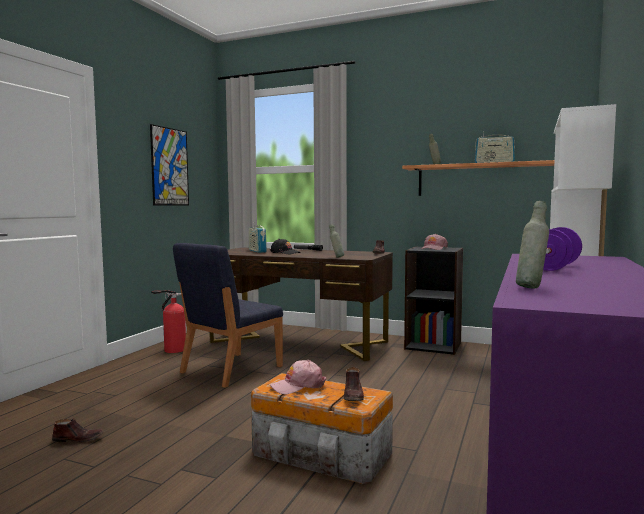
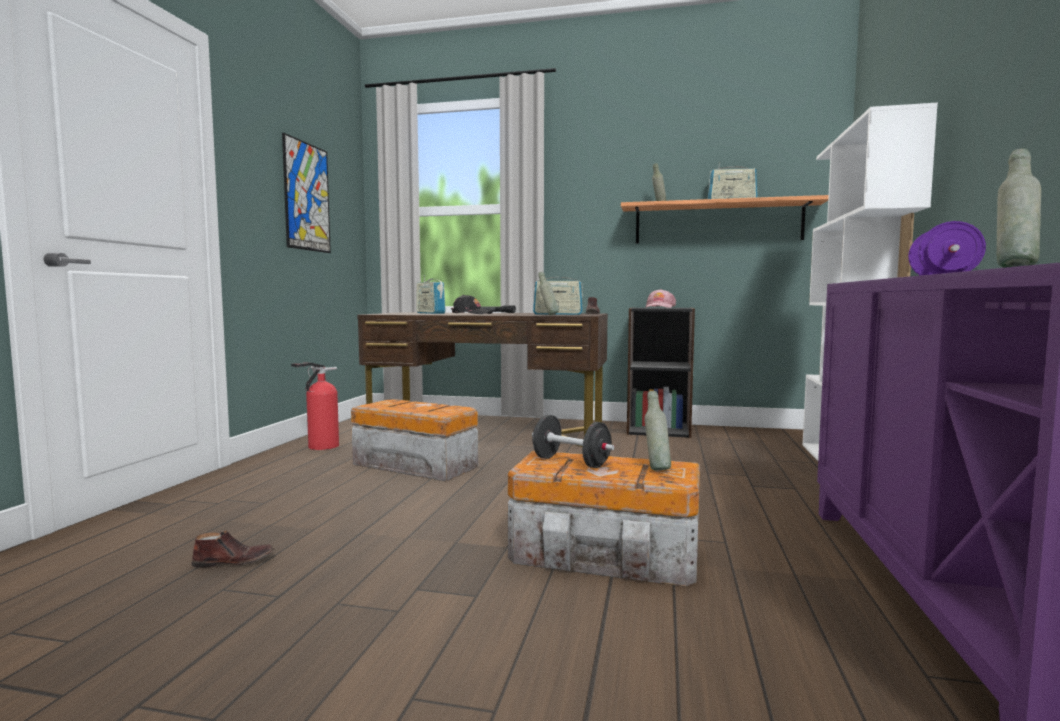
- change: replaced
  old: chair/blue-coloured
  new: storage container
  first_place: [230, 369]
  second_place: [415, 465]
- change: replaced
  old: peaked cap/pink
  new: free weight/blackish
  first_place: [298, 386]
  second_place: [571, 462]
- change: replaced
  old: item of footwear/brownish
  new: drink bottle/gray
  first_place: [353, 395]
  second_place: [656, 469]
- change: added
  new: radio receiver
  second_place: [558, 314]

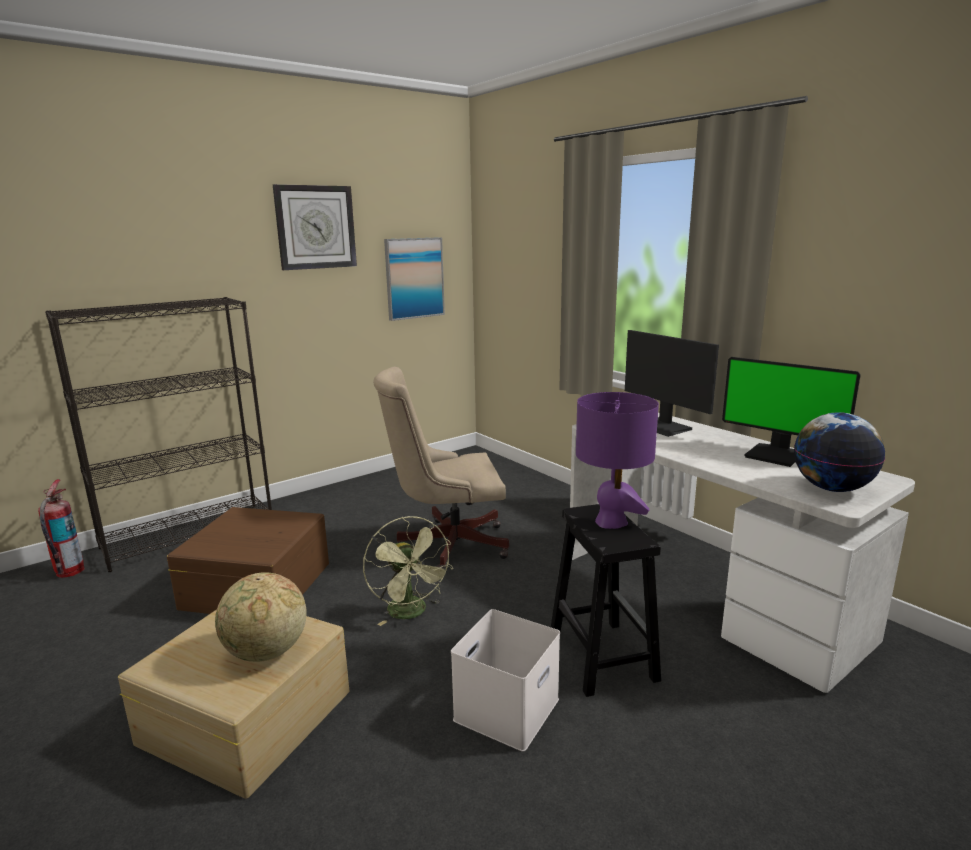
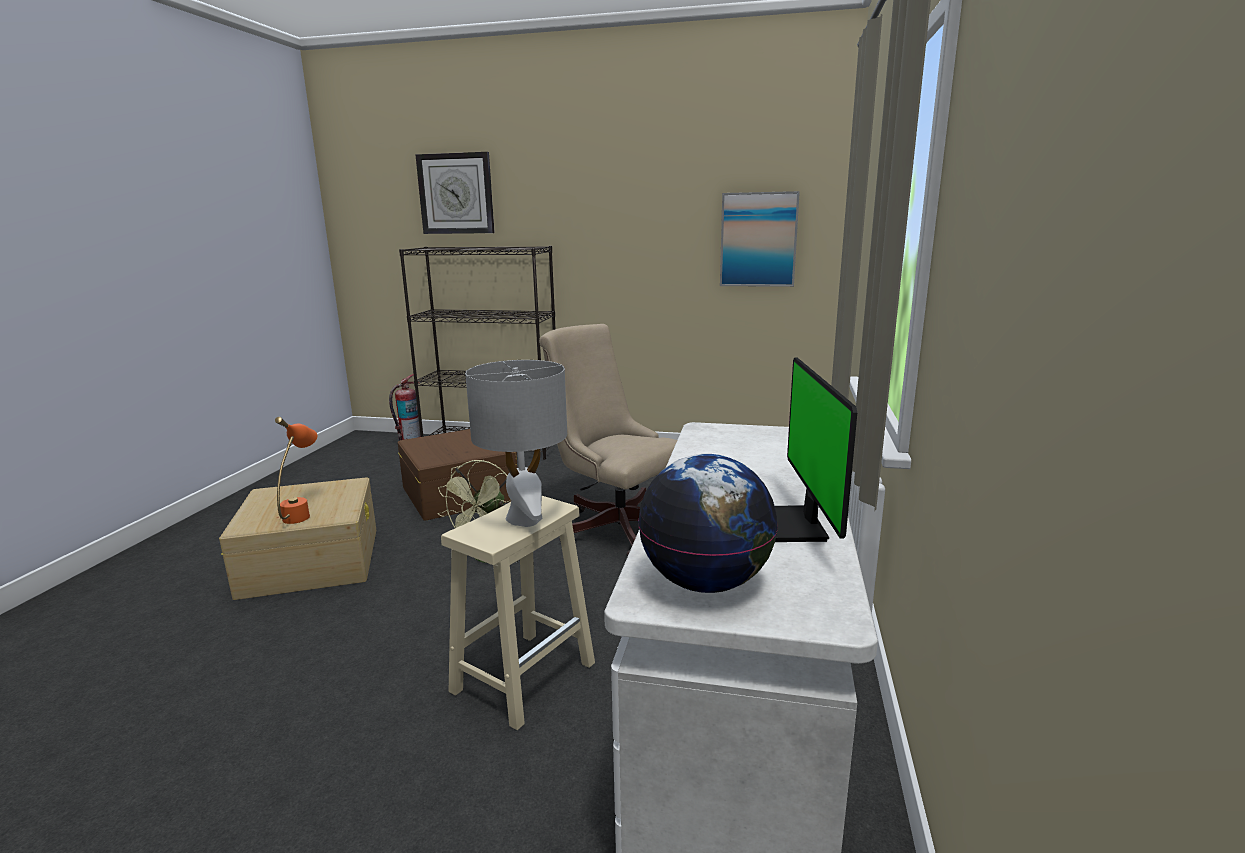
- change: moved
  old: wall clock
  first_place: [315, 227]
  second_place: [456, 194]
- change: removed
  old: computer display
  first_place: [659, 425]
- change: recoloured
  old: table lamp/purple-coloured
  new: table lamp/gray
  first_place: [611, 522]
  second_place: [525, 518]
- change: recoloured
  old: stool seat/blackish
  new: stool seat/sand-coloured
  first_place: [600, 656]
  second_place: [525, 676]
- change: replaced
  old: world globe
  new: table lamp/orange
  first_place: [266, 652]
  second_place: [302, 513]
- change: removed
  old: storage container/white
  first_place: [507, 711]

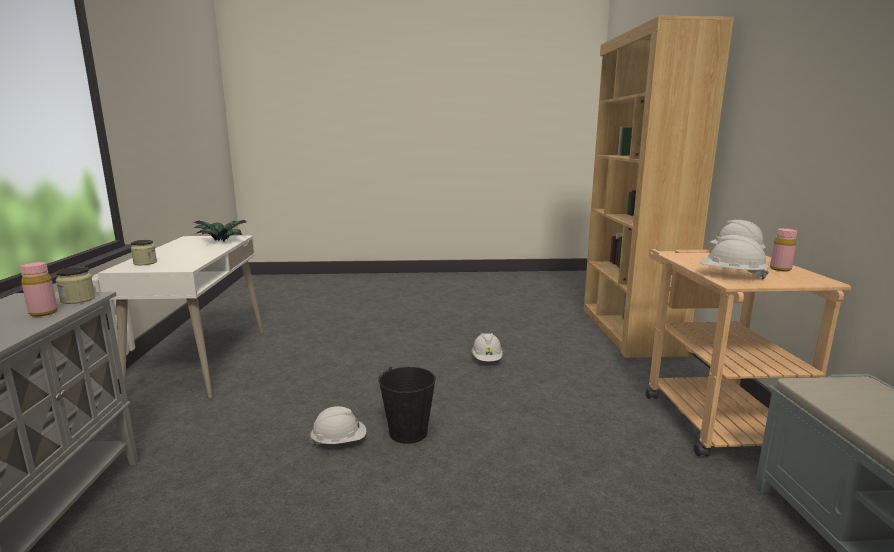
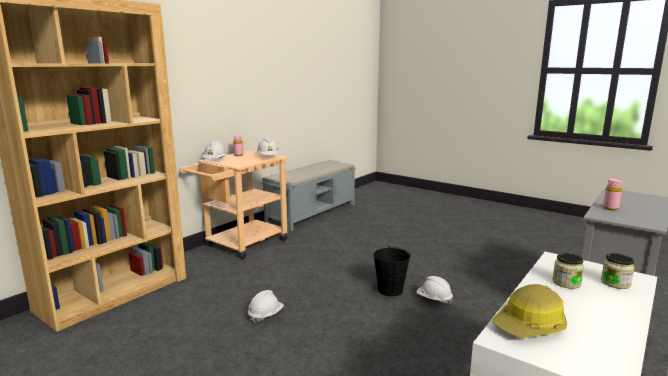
- change: replaced
  old: houseplant
  new: safety helmet
  first_place: [222, 241]
  second_place: [529, 326]
- change: moved
  old: preserve jar
  first_place: [78, 299]
  second_place: [566, 283]

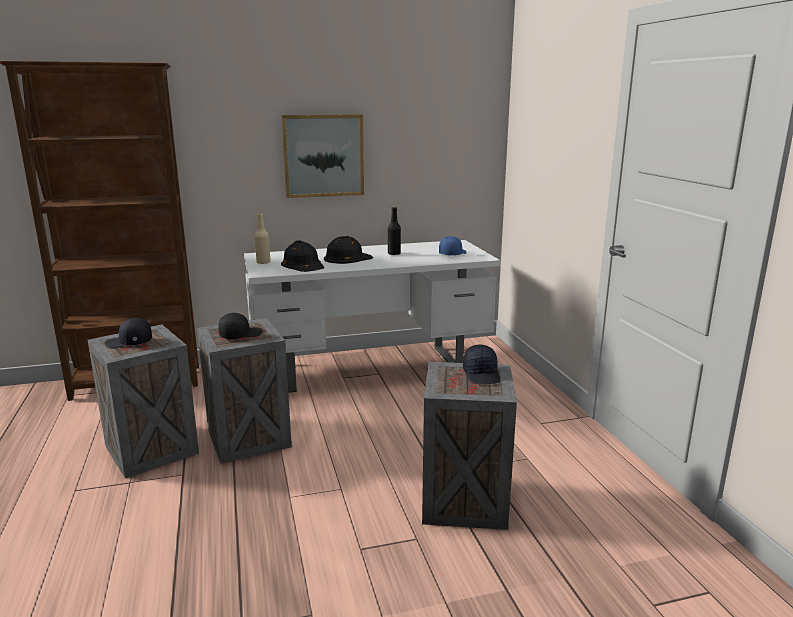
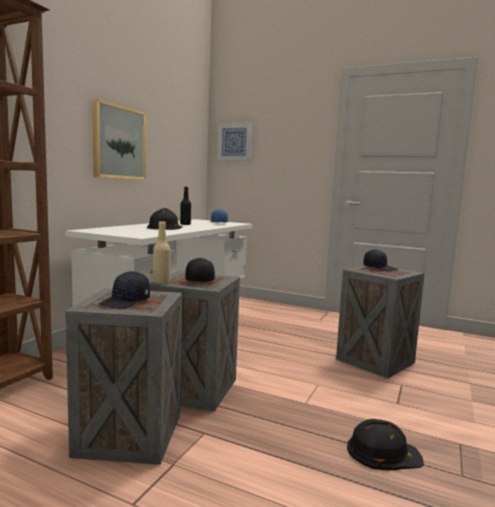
- change: moved
  old: drink bottle/sand-coloured
  first_place: [263, 262]
  second_place: [161, 282]
- change: moved
  old: safety helmet/blackish
  first_place: [303, 264]
  second_place: [383, 452]
- change: added
  new: picture
  second_place: [234, 142]

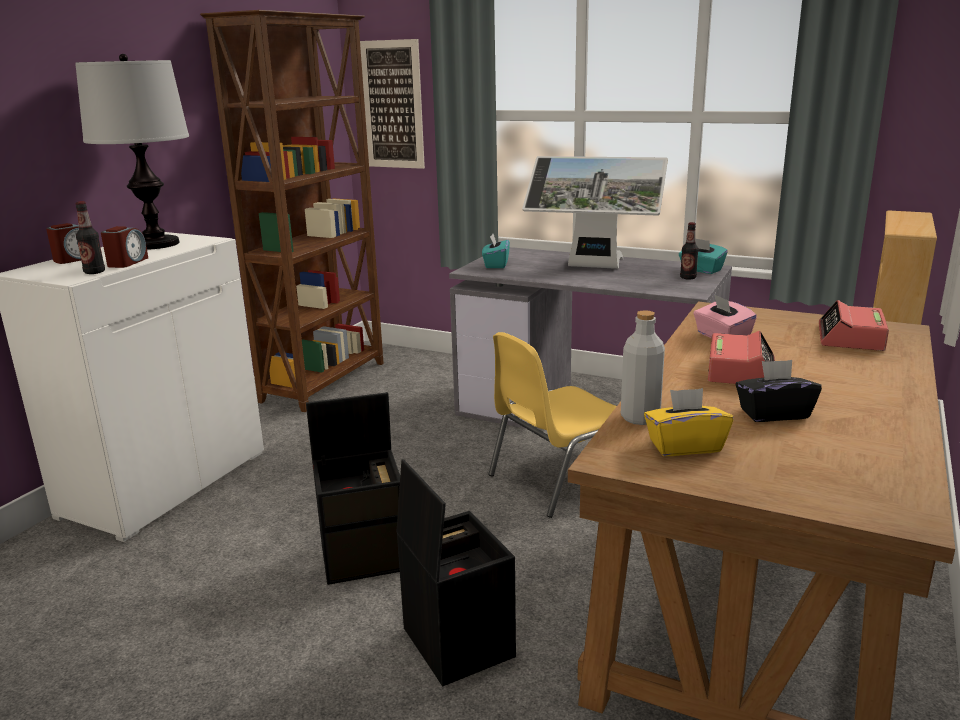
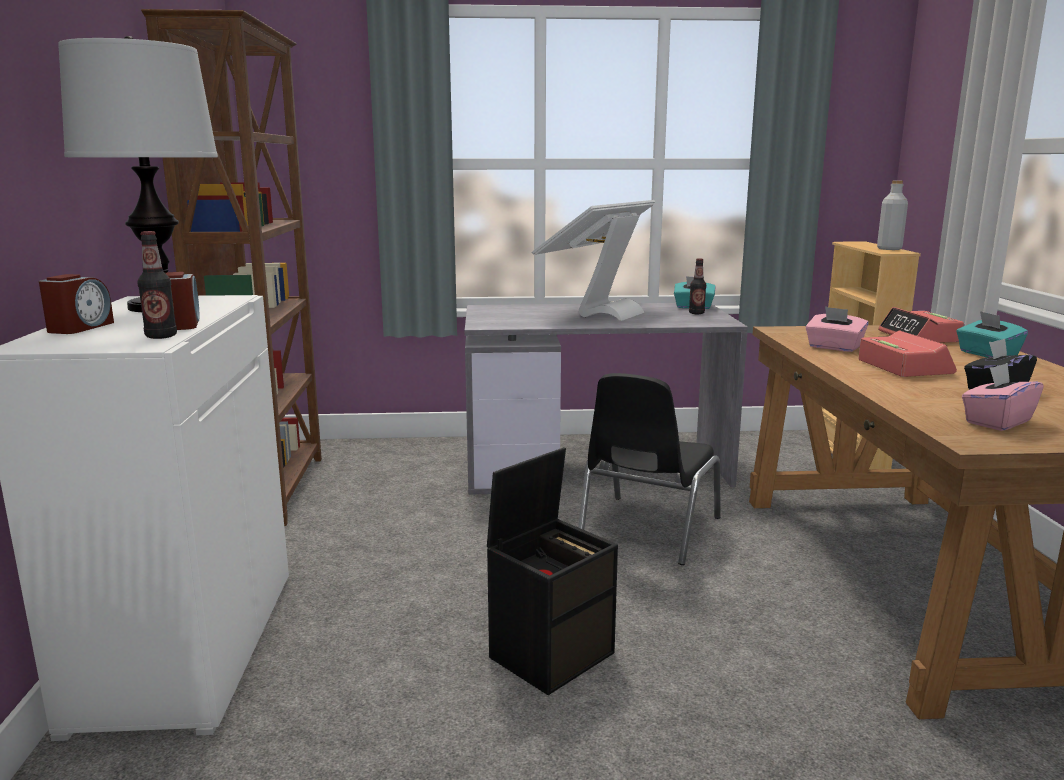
- change: removed
  old: picture
  first_place: [392, 105]
- change: turned
  old: computer display
  first_place: [593, 267]
  second_place: [596, 313]
  degrees: 135
- change: moved
  old: tissue holder/blue-green
  first_place: [496, 264]
  second_place: [987, 354]
- change: moved
  old: drink bottle/gray
  first_place: [640, 418]
  second_place: [889, 249]
- change: recoloured
  old: chair/yellowish
  new: chair/blackish
  first_place: [559, 479]
  second_place: [647, 530]
- change: recoloured
  old: tissue holder/yellowish
  new: tissue holder/pink
  first_place: [684, 446]
  second_place: [997, 422]
- change: removed
  old: storage container/blackish
  first_place: [455, 642]

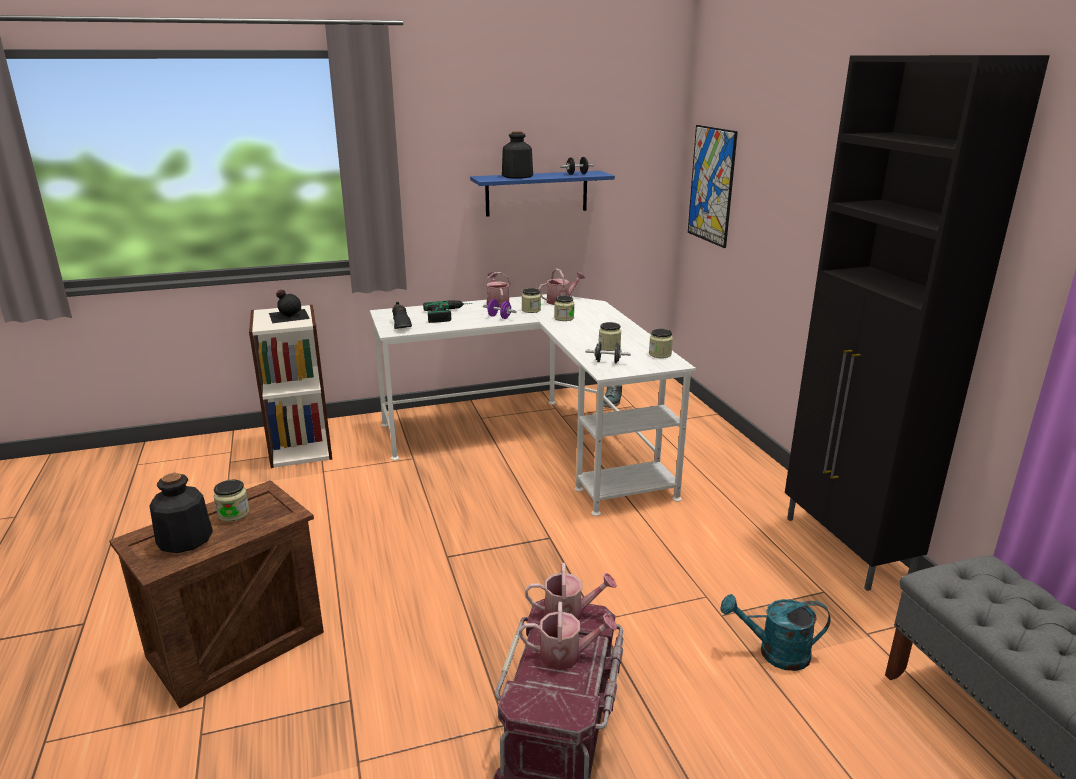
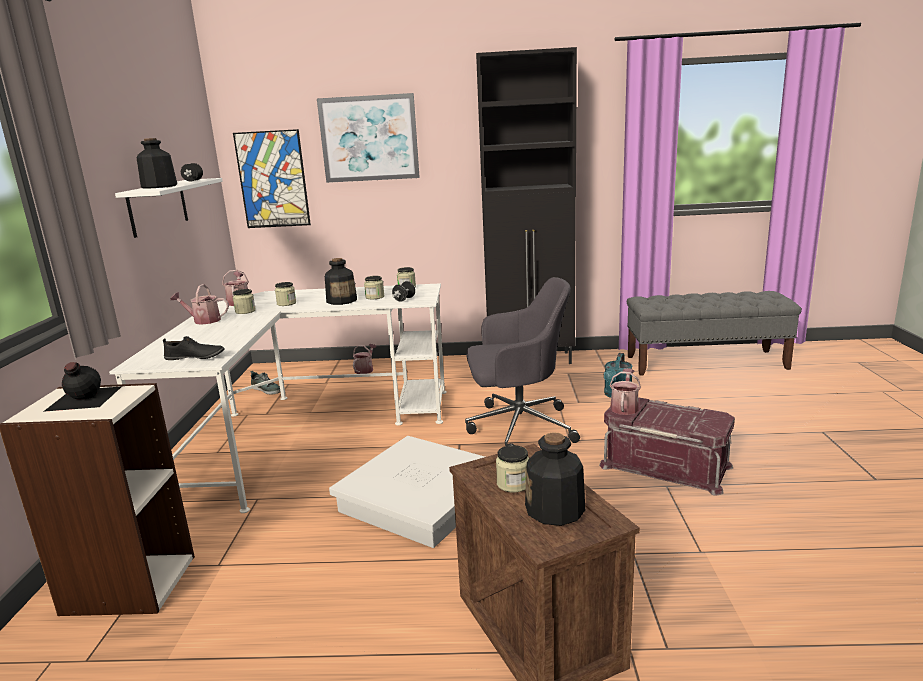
- change: recoloured
  old: wall shelf/blue-coloured
  new: wall shelf/white
  first_place: [536, 193]
  second_place: [158, 207]
- change: removed
  old: free weight/purple-coloured
  first_place: [499, 317]
- change: removed
  old: power drill
  first_place: [450, 314]
- change: moved
  old: sprinkling can
  first_place: [566, 655]
  second_place: [365, 369]
- change: added
  new: picture
  second_place: [369, 138]
- change: added
  new: drink bottle
  second_place: [342, 300]
- change: added
  new: computer chair/gray
  second_place: [518, 427]
- change: added
  new: storage container/white
  second_place: [421, 498]

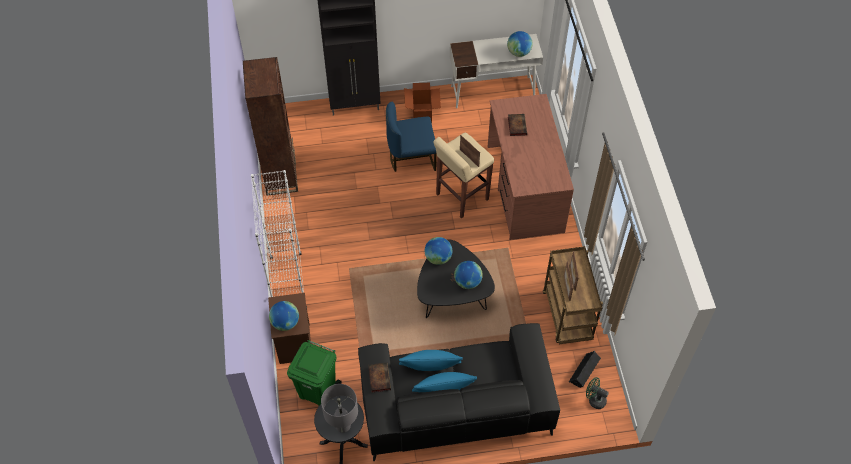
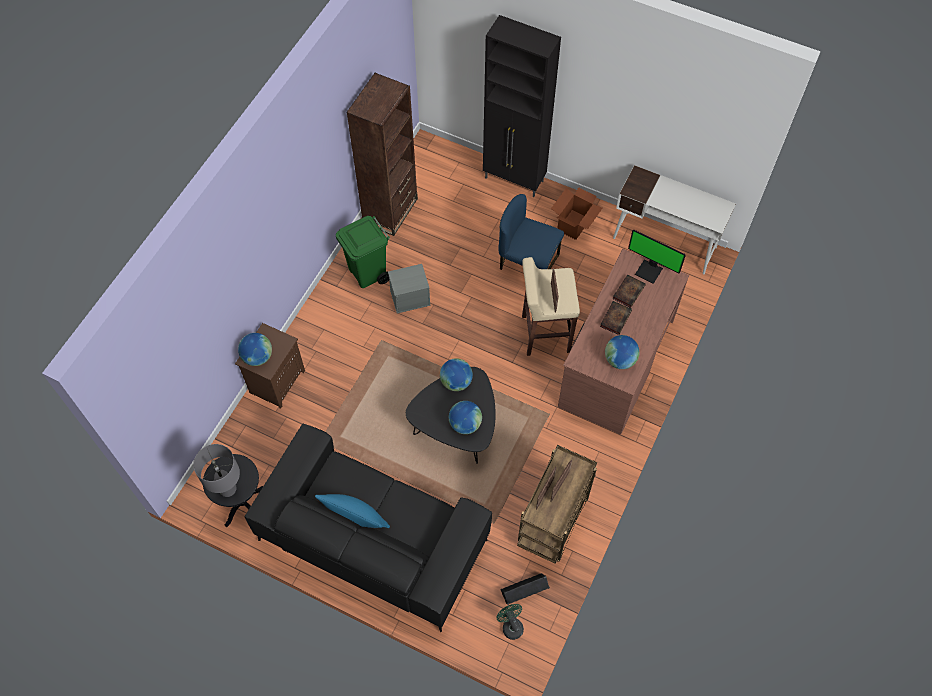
- change: moved
  old: world globe
  first_place: [519, 52]
  second_place: [620, 360]
- change: removed
  old: bookshelf/white
  first_place: [288, 283]
- change: moved
  old: trash can/greenish
  first_place: [318, 391]
  second_place: [368, 273]
- change: removed
  old: throw pillow/blue-coloured
  first_place: [430, 367]
- change: moved
  old: bound book
  first_place: [379, 377]
  second_place: [615, 318]
- change: added
  new: computer display
  second_place: [649, 271]
- change: added
  new: storage container/gray
  second_place: [410, 297]

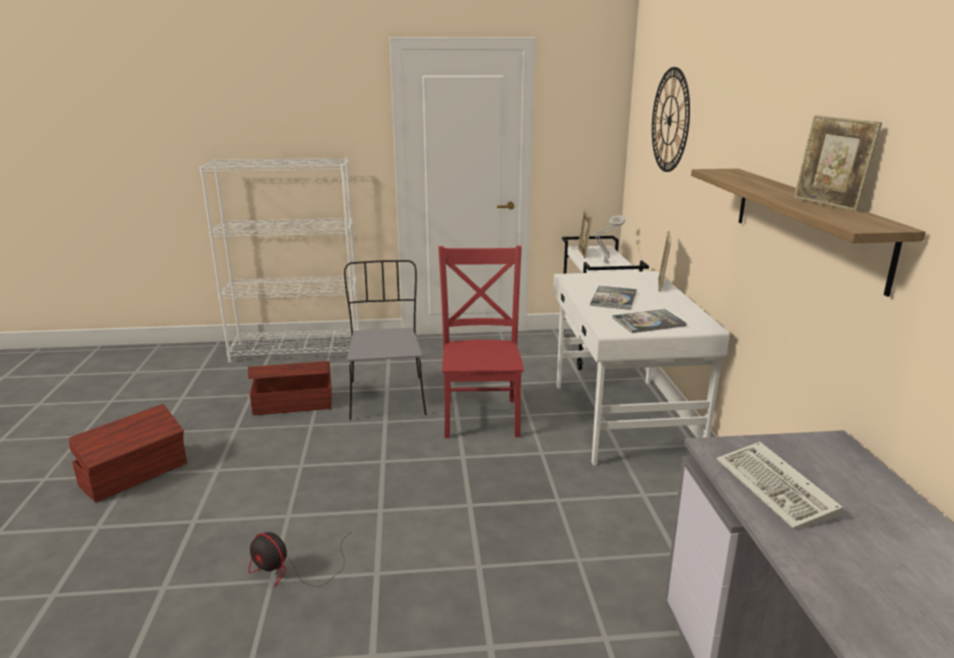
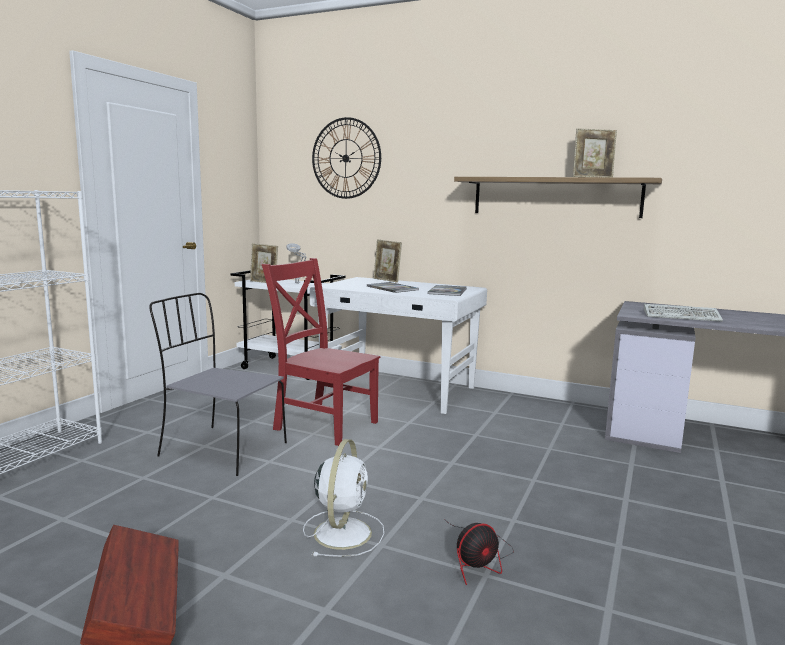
- change: removed
  old: storage container/brownish
  first_place: [292, 403]
- change: added
  new: cooling fan/white
  second_place: [343, 532]

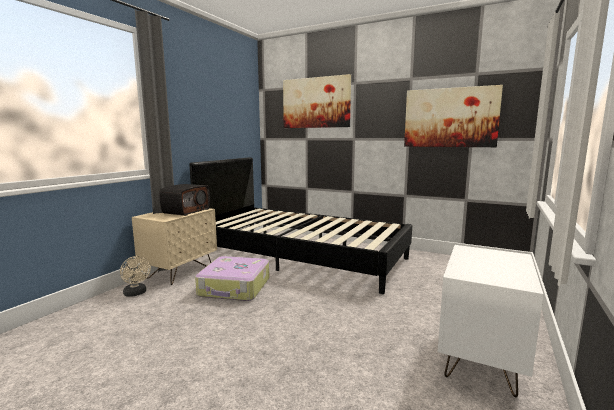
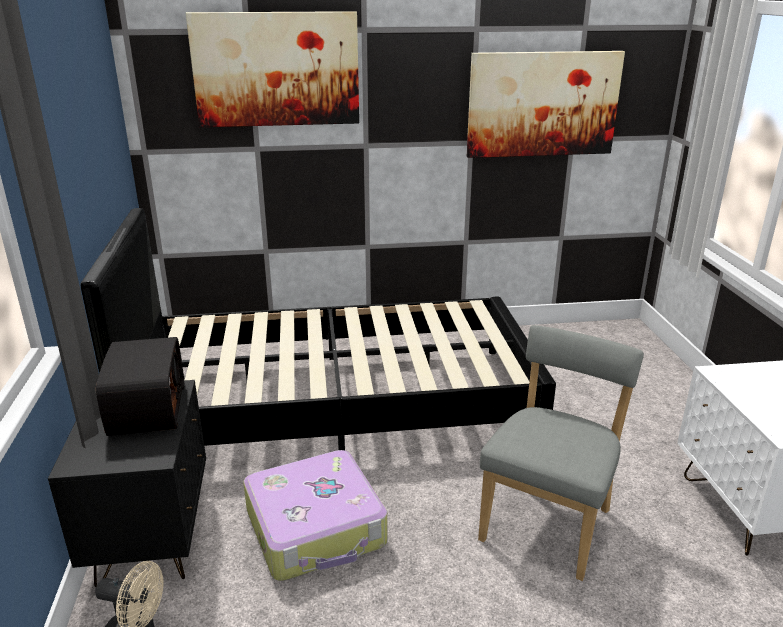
- change: recoloured
  old: nightstand/sand-coloured
  new: nightstand/blackish
  first_place: [180, 272]
  second_place: [152, 538]
- change: added
  new: chair/gray
  second_place: [549, 521]

